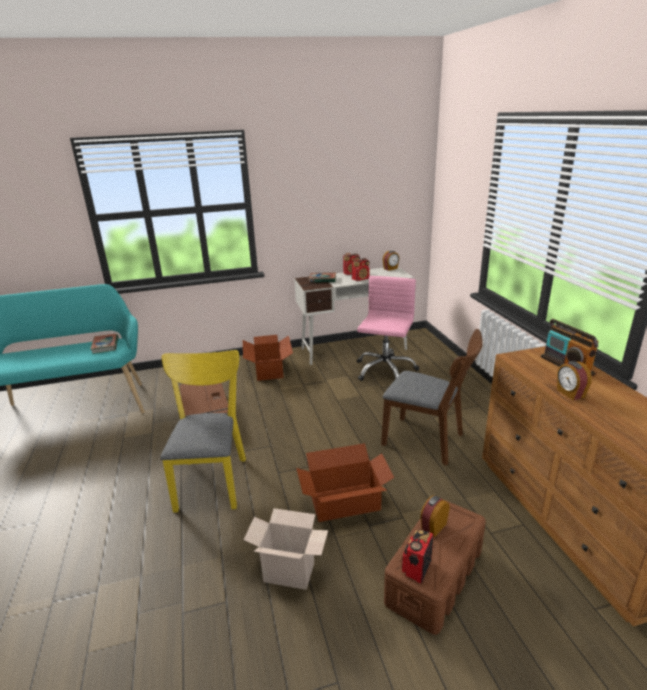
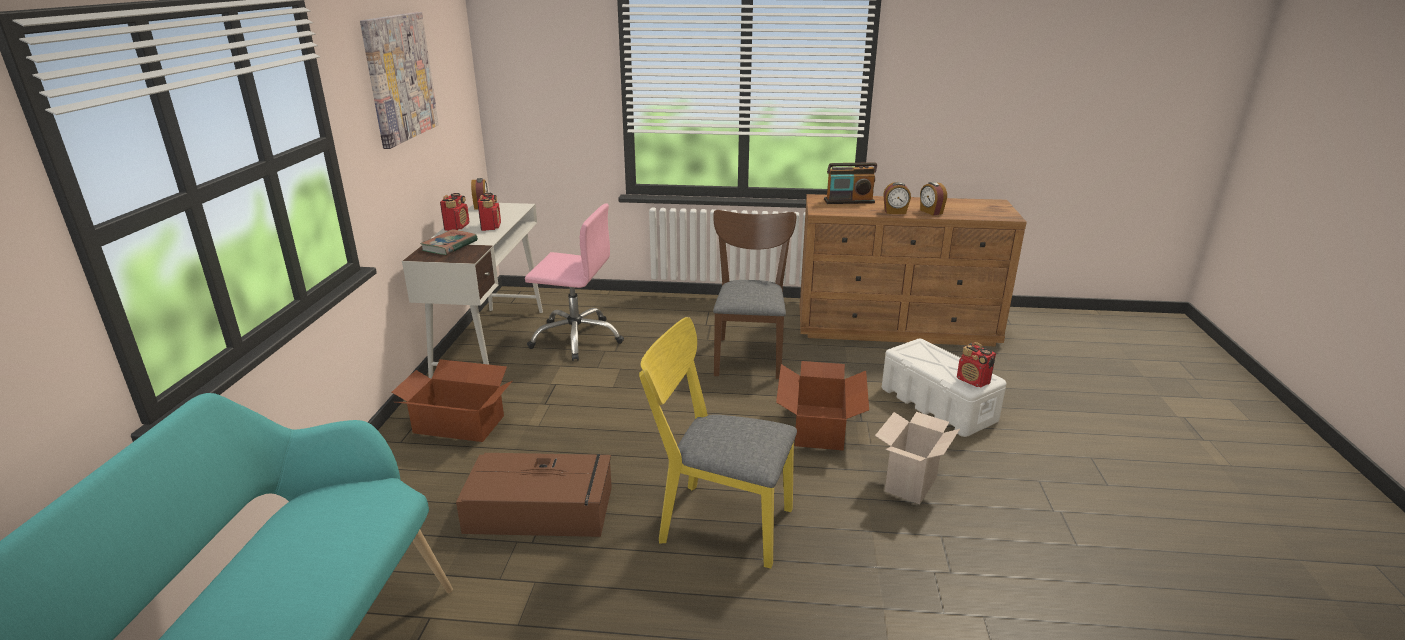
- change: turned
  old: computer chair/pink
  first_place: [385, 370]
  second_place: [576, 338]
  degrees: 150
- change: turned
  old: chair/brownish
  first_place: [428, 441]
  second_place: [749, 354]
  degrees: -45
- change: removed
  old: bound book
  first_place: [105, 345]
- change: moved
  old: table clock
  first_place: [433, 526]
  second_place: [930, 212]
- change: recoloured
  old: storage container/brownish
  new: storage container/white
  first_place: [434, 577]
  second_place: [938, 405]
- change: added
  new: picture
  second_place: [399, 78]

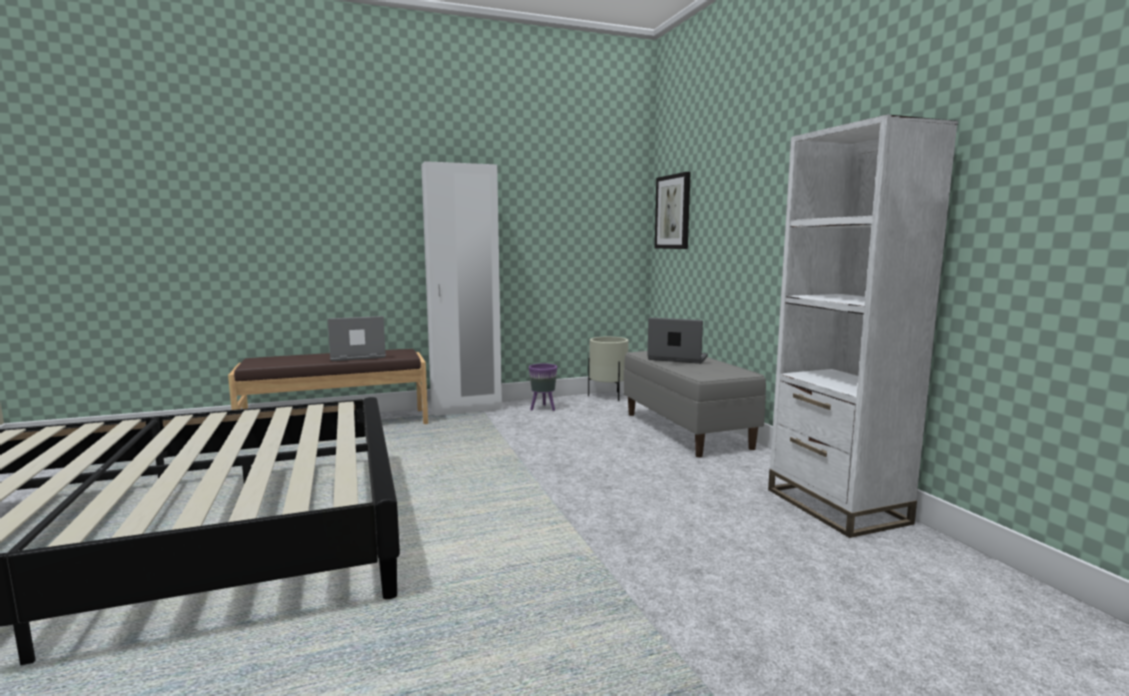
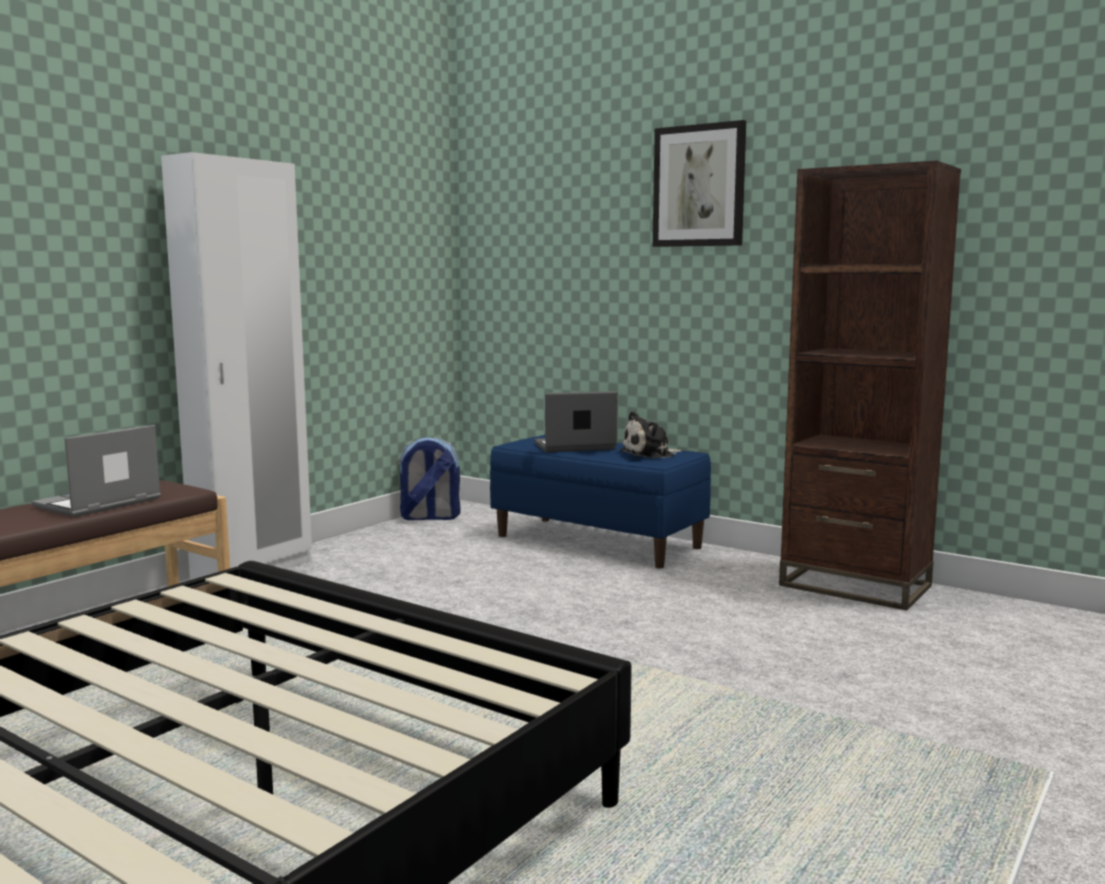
- change: recoloured
  old: bookshelf/white
  new: bookshelf/brownish
  first_place: [836, 506]
  second_place: [855, 586]
- change: moved
  old: picture
  first_place: [673, 212]
  second_place: [699, 186]
- change: replaced
  old: plant pot/sand-coloured
  new: backpack
  first_place: [608, 396]
  second_place: [429, 517]
- change: recoloured
  old: indoor bench/gray
  new: indoor bench/blue-coloured
  first_place: [687, 430]
  second_place: [599, 541]
- change: removed
  old: plant pot/purple-coloured
  first_place: [543, 408]
- change: added
  new: soft toy
  second_place: [650, 454]

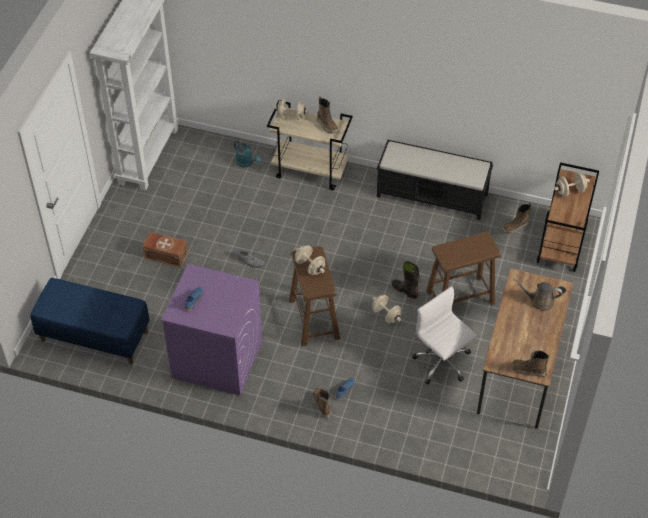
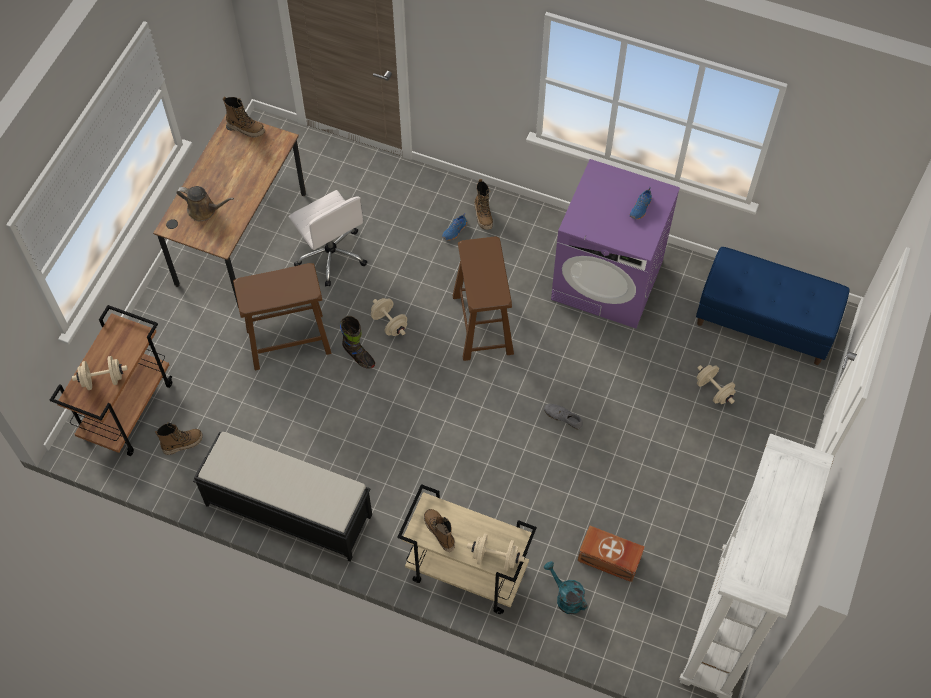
- change: moved
  old: storage container/brownish
  first_place: [166, 255]
  second_place: [610, 560]
- change: moved
  old: free weight/sand-coloured
  first_place: [310, 266]
  second_place: [713, 390]

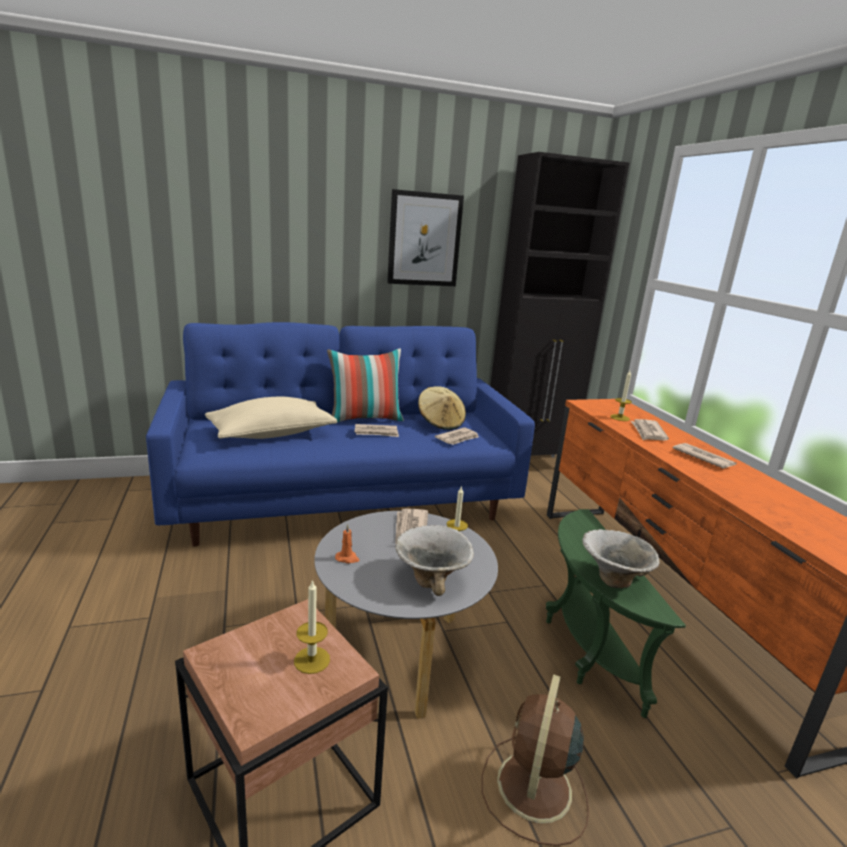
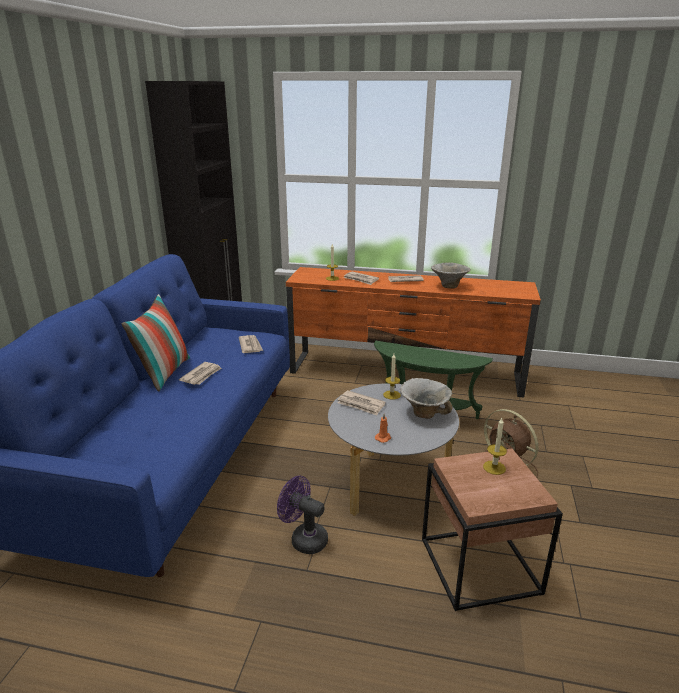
- change: removed
  old: picture
  first_place: [424, 239]
- change: removed
  old: hat/sand-coloured
  first_place: [440, 422]
- change: removed
  old: throw pillow/sand-coloured
  first_place: [272, 434]
- change: moved
  old: deep dish
  first_place: [613, 579]
  second_place: [448, 286]
- change: added
  new: cooling fan/purple-coloured
  second_place: [304, 538]

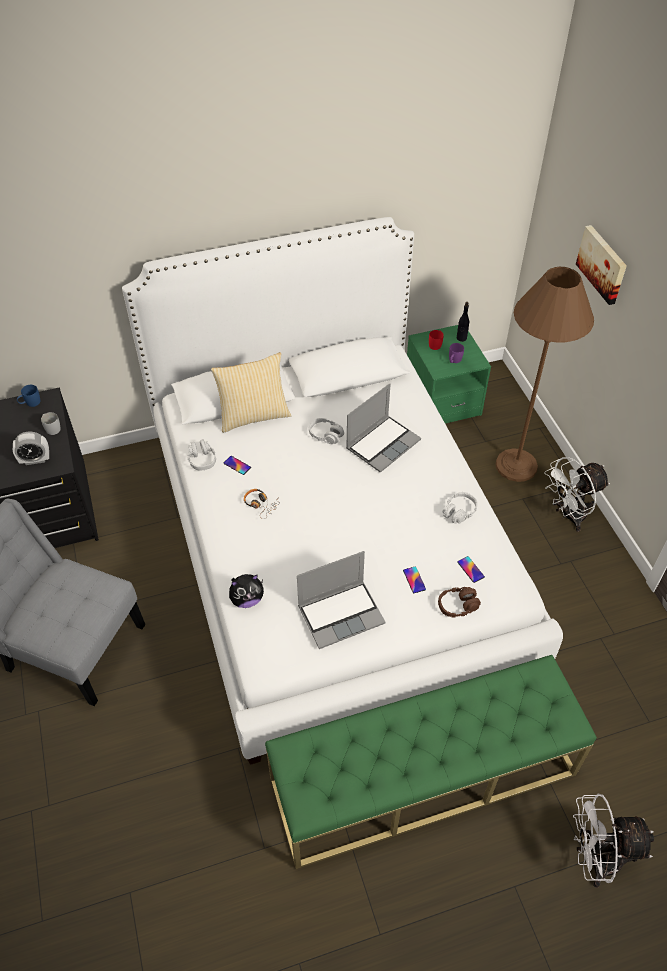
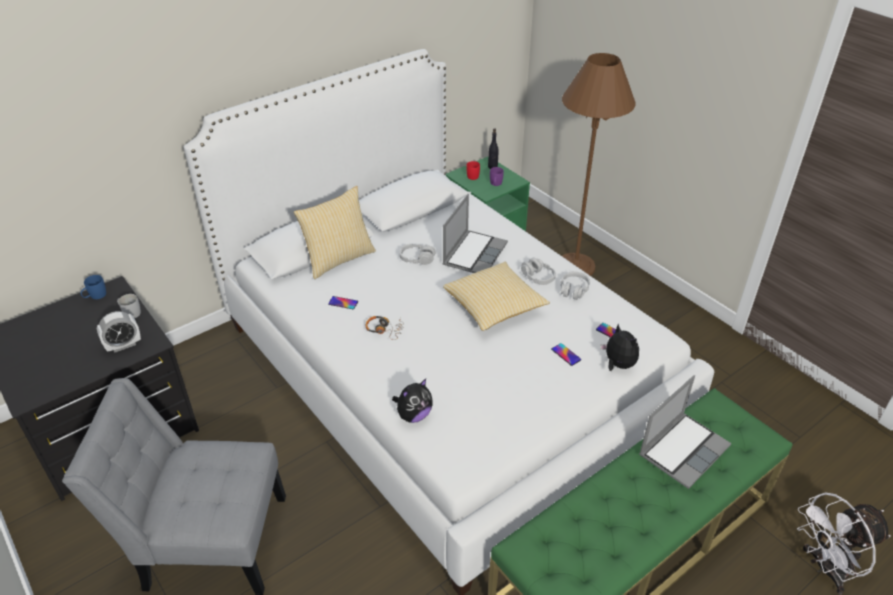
- change: removed
  old: picture
  first_place: [603, 264]
- change: moved
  old: headphones/gray
  first_place: [202, 459]
  second_place: [537, 277]
- change: removed
  old: cooling fan/white
  first_place: [568, 515]
- change: moved
  old: laptop
  first_place: [341, 614]
  second_place: [683, 449]
- change: replaced
  old: headphones/brownish
  new: soft toy
  first_place: [458, 605]
  second_place: [618, 364]
- change: added
  new: throw pillow
  second_place: [494, 307]

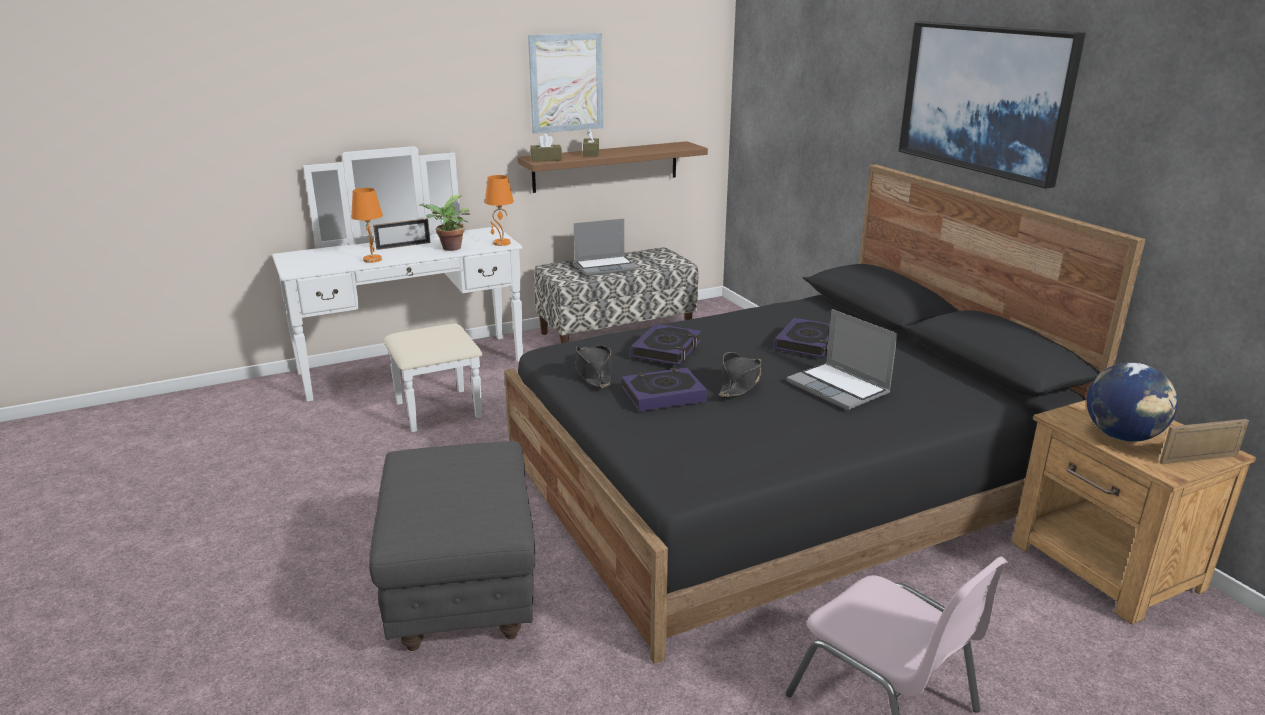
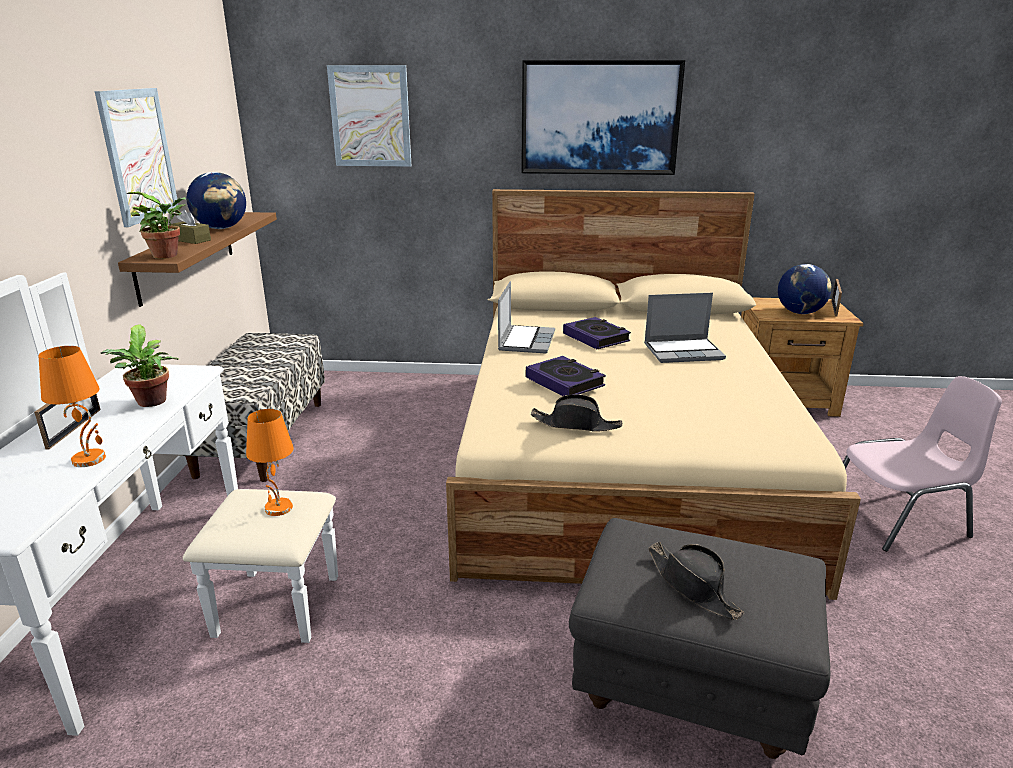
- change: replaced
  old: tissue holder/brownish
  new: houseplant
  first_place: [546, 159]
  second_place: [169, 255]
- change: recoloured
  old: bedroom bed/blackish
  new: bedroom bed/sand-coloured
  first_place: [781, 484]
  second_place: [621, 459]
- change: moved
  old: table lamp/orange
  first_place: [501, 243]
  second_place: [279, 508]
- change: moved
  old: laptop
  first_place: [606, 267]
  second_place: [526, 340]
- change: moved
  old: hat/blackish
  first_place: [740, 383]
  second_place: [693, 586]
- change: removed
  old: bound book
  first_place: [663, 395]
- change: added
  new: picture
  second_place: [370, 116]
- change: added
  new: world globe
  second_place: [221, 228]

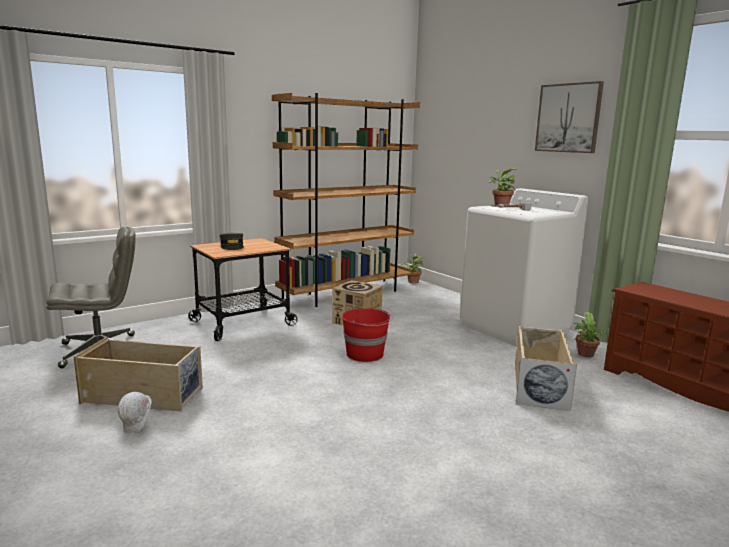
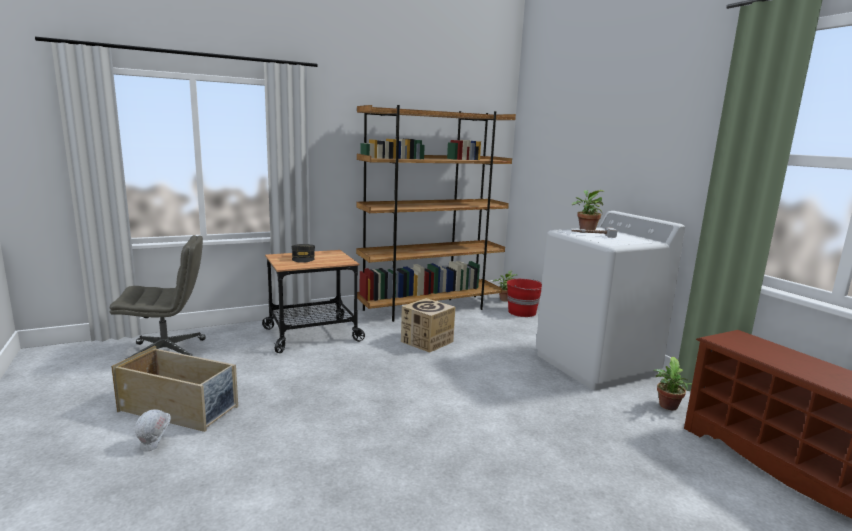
- change: removed
  old: picture
  first_place: [568, 118]
- change: moved
  old: bucket/red
  first_place: [365, 354]
  second_place: [522, 312]
- change: removed
  old: storage container/sand-coloured
  first_place: [539, 384]

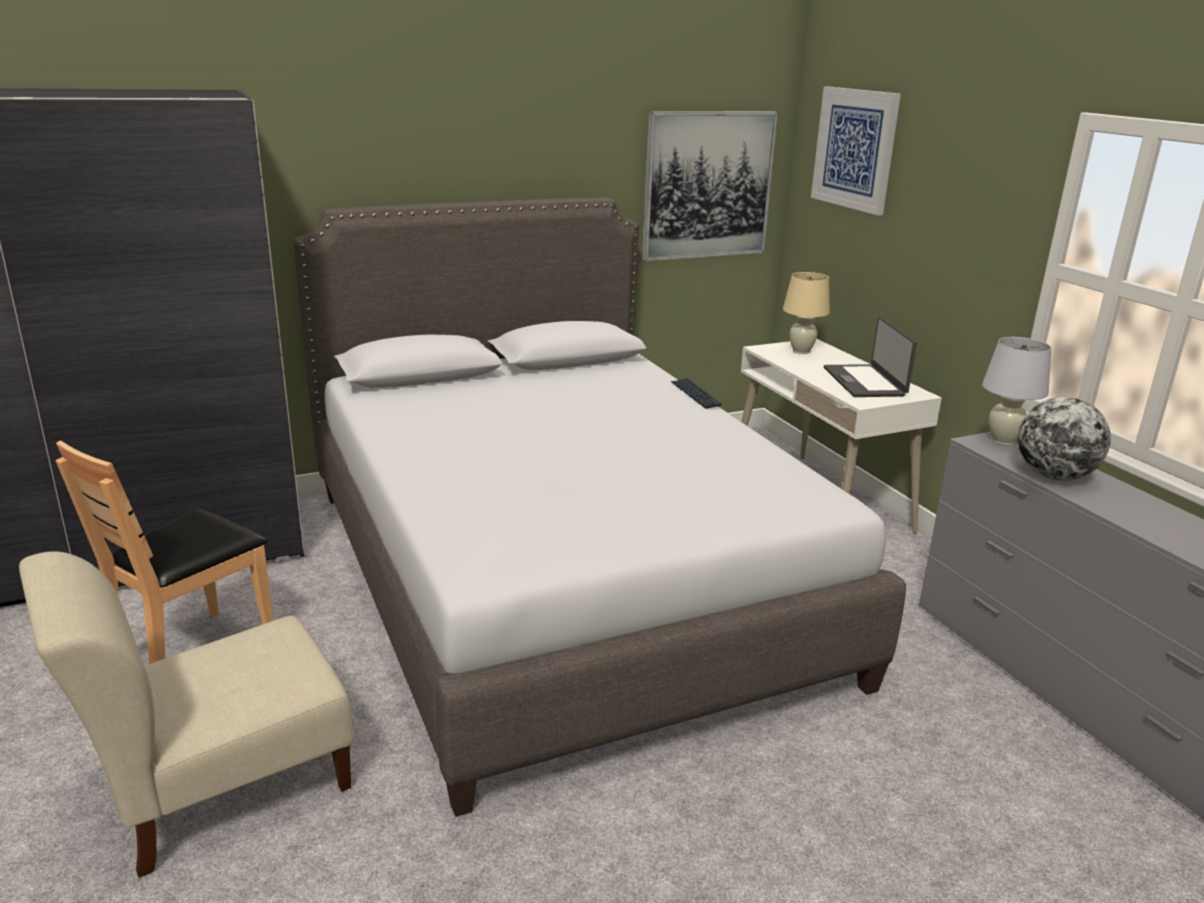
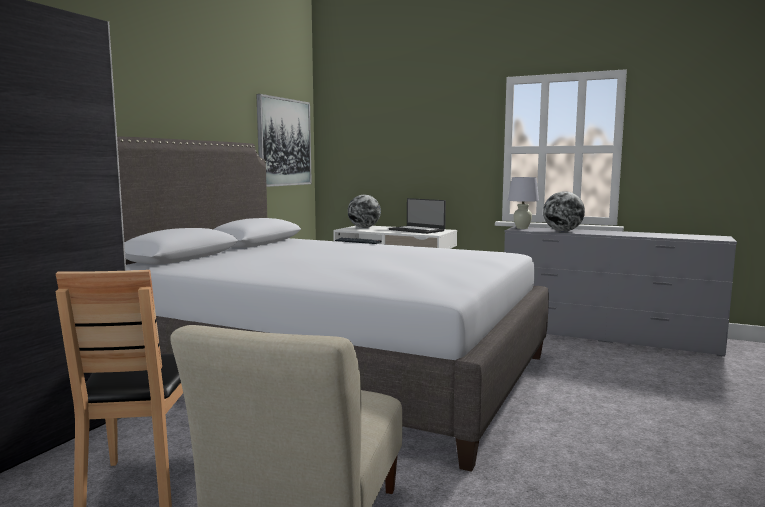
- change: removed
  old: picture
  first_place: [854, 149]
- change: replaced
  old: table lamp/sand-coloured
  new: world globe
  first_place: [801, 351]
  second_place: [364, 227]

